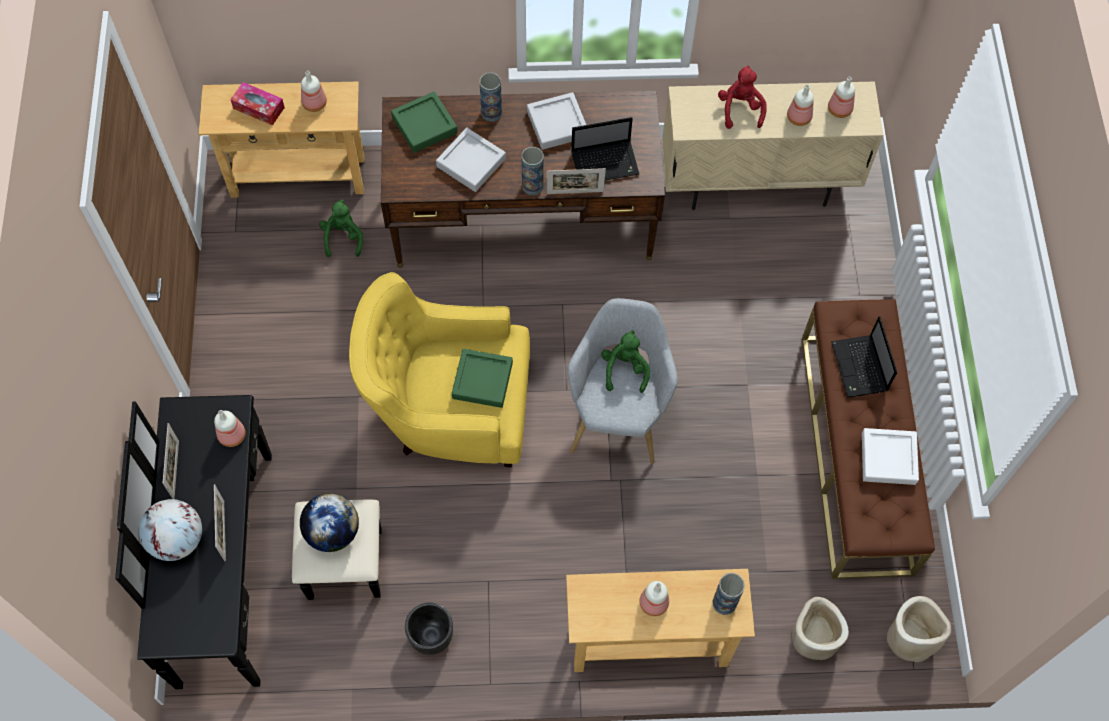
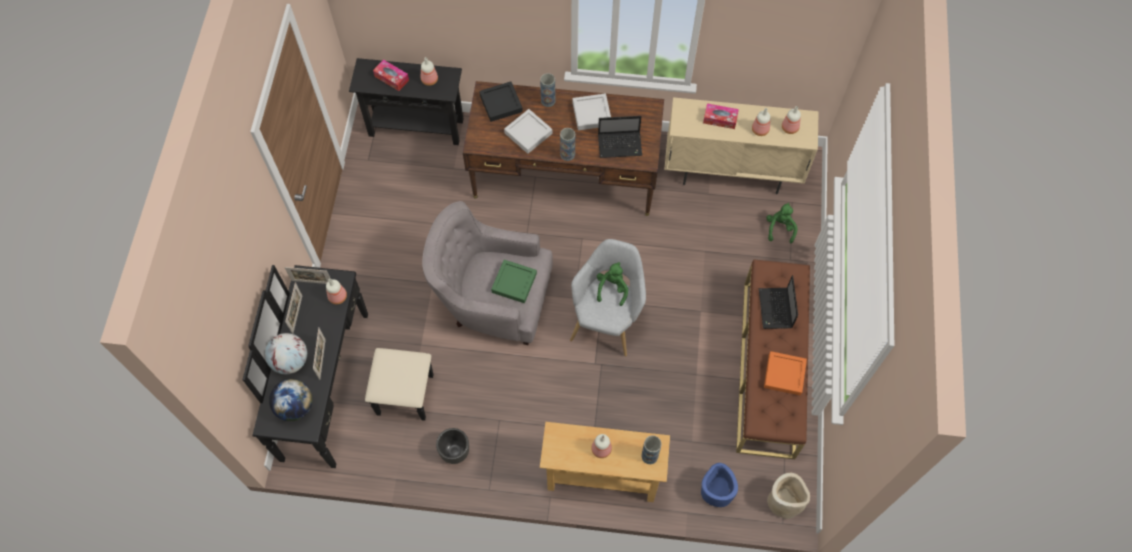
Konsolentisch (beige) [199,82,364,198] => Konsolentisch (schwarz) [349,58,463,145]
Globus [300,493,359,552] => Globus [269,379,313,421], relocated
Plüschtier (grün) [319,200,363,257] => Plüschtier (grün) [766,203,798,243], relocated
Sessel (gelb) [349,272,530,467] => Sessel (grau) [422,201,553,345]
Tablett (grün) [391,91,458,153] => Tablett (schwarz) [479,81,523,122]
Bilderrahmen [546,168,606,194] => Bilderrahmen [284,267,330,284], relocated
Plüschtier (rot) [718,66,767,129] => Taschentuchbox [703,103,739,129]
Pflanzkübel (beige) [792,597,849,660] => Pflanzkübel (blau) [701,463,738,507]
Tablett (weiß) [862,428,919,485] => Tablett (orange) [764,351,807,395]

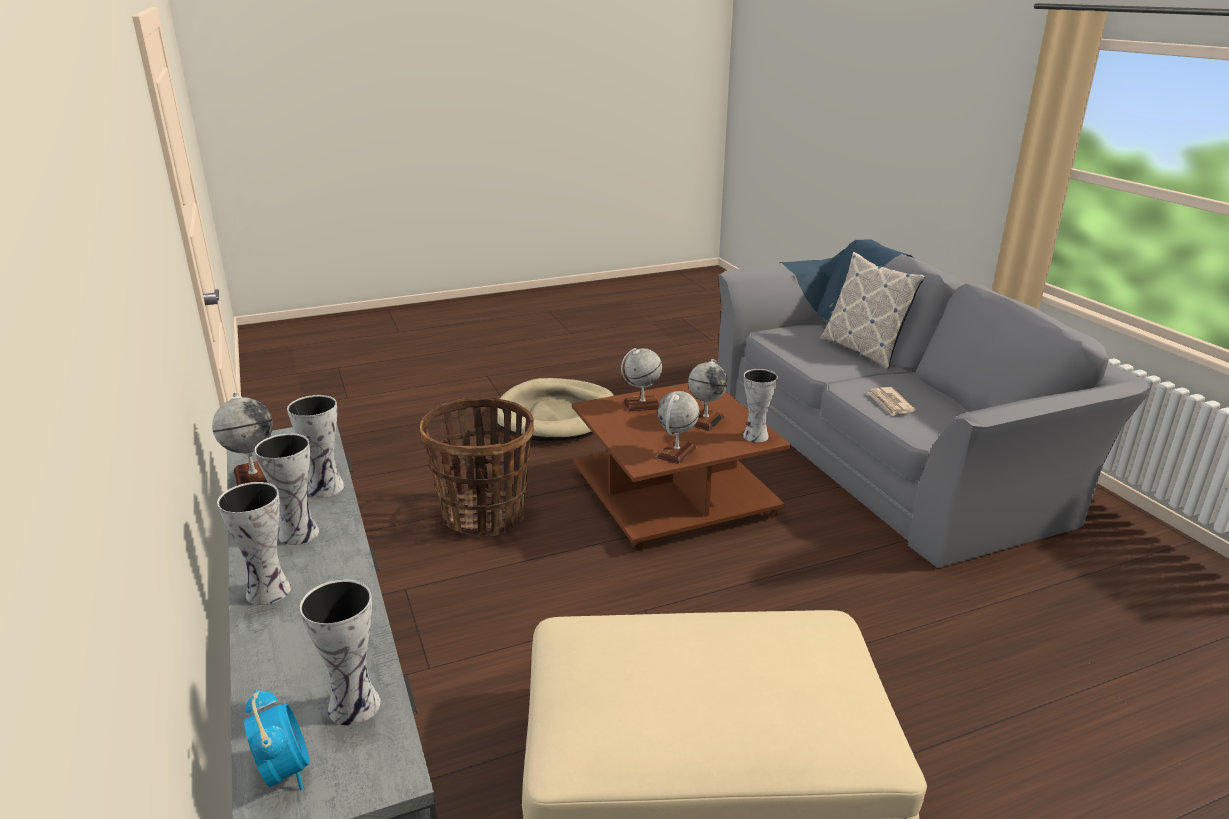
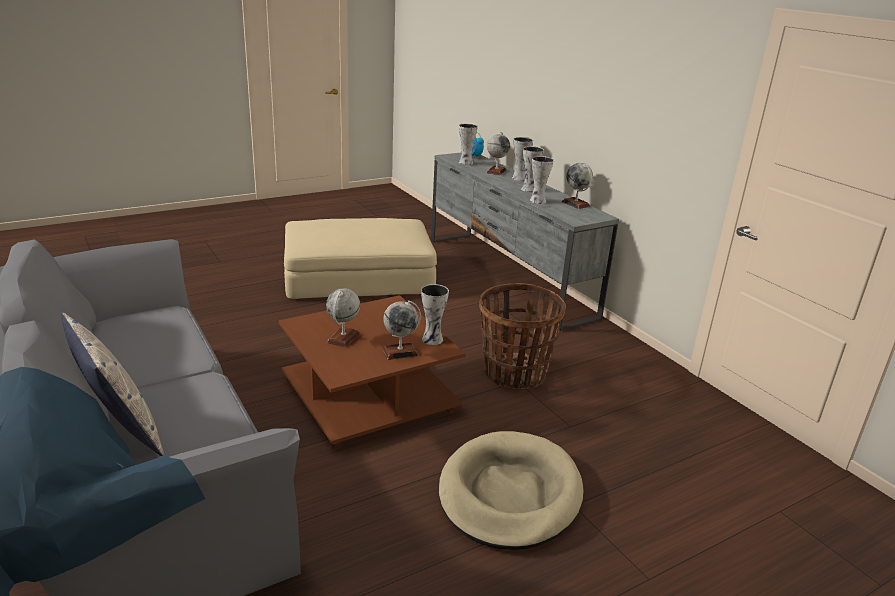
Globus [656,391,699,464] => Globus [487,132,510,175], relocated
Vase [743,369,778,442] => Vase [421,284,449,345], relocated
Zeitung [867,387,916,416] => nothing

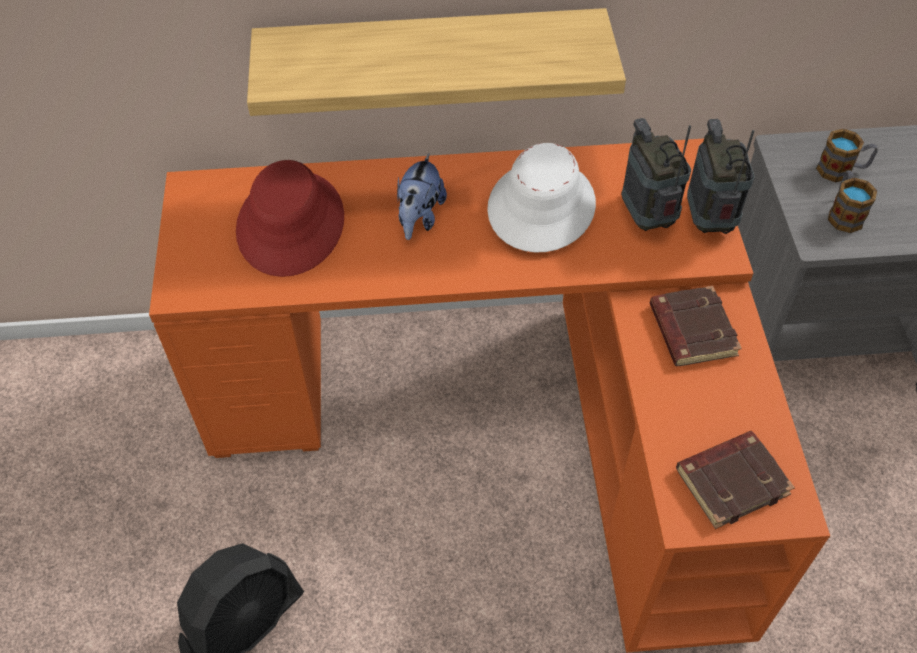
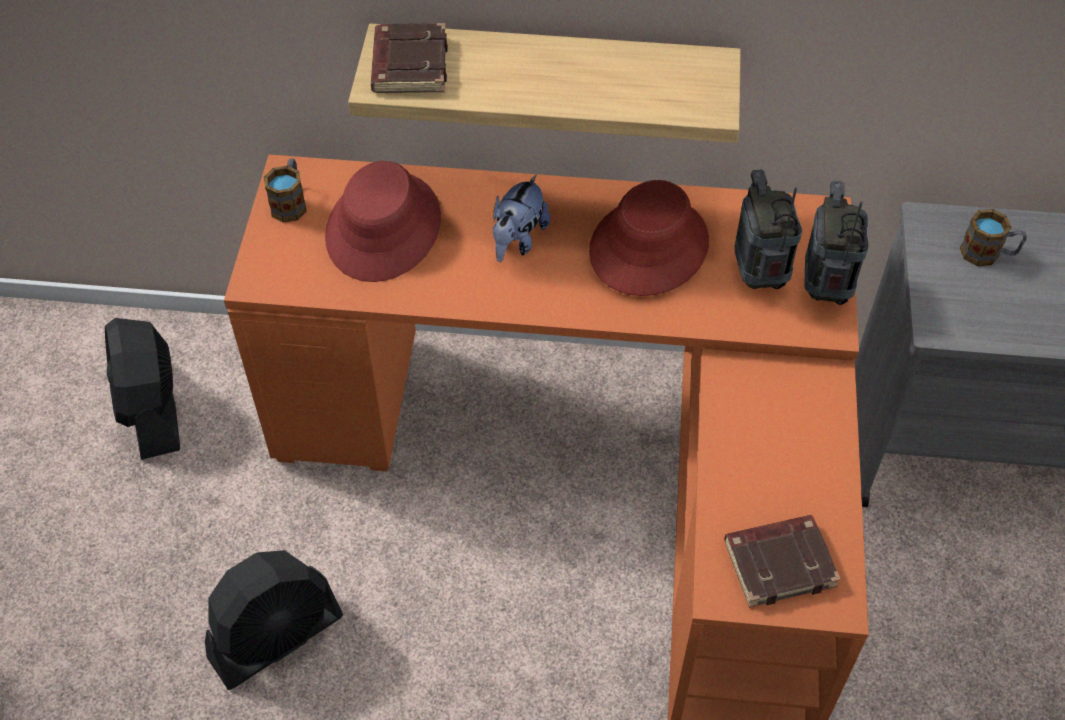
Hut (weiß) [487,143,596,253] => Hut (rot) [589,180,709,296]
Buch (braun) [650,286,742,366] => Buch (braun) [371,23,448,93], relocated
Henkelbecher [828,170,877,233] => Henkelbecher [264,158,307,223], relocated
nothing => Ventilator (schwarz) [105,318,180,460]

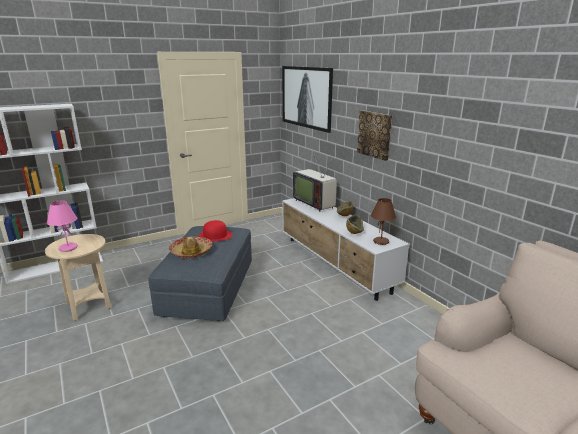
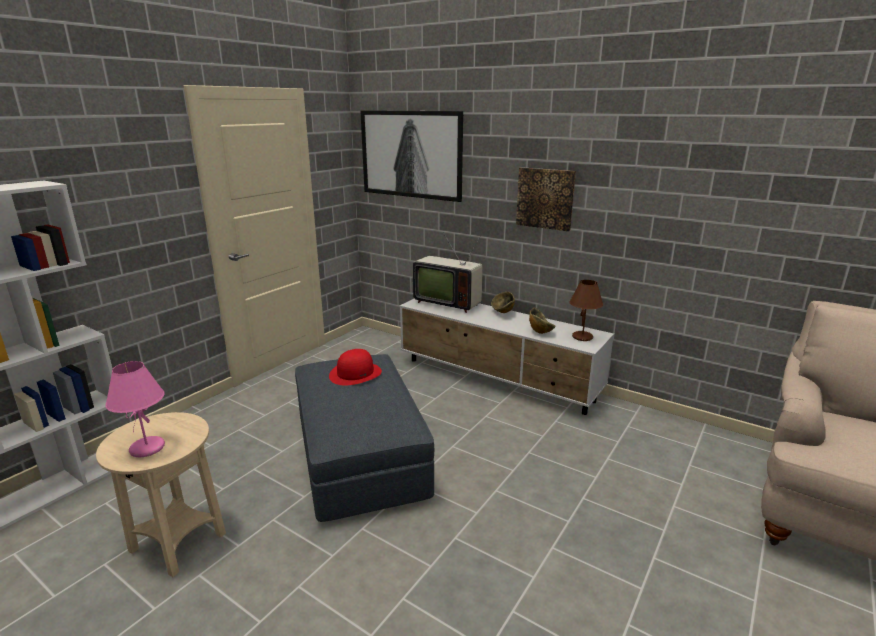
Hut [169,237,212,258] => nothing

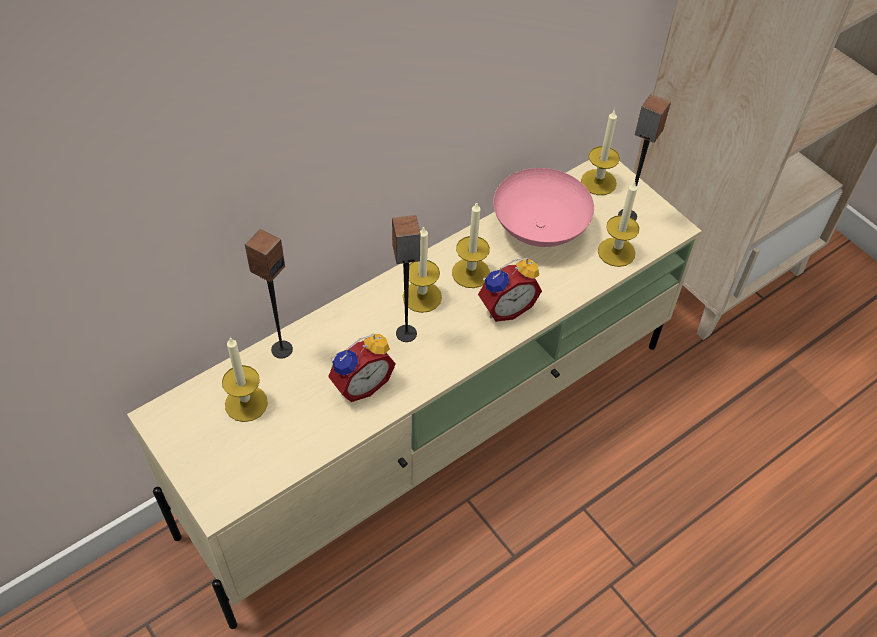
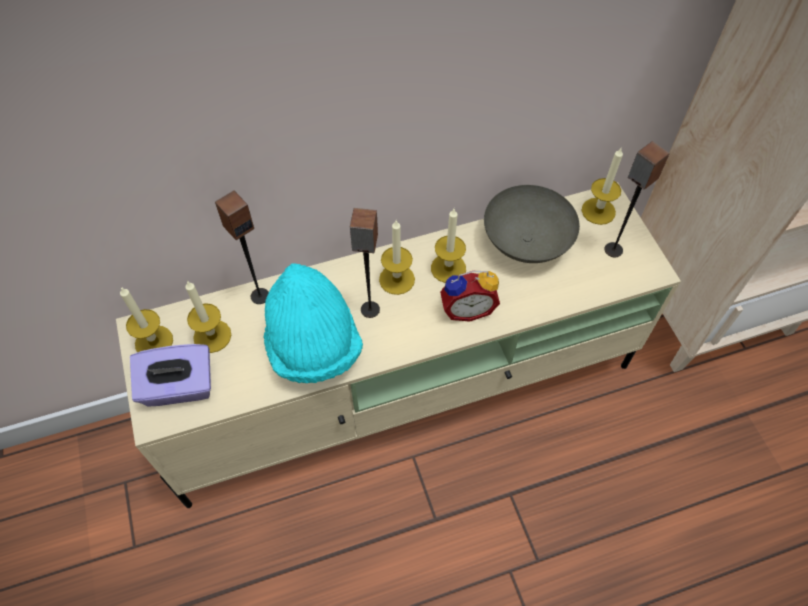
Wecker [328,334,396,402] => Hut (türkis) [264,264,363,383]
Schüssel (rosa) [493,168,594,247] => Schüssel (grau) [484,185,580,263]
Kerze [598,181,639,267] => Kerze [120,287,173,352], relocated
nothing => Taschentuchbox (lila) [130,344,211,406]

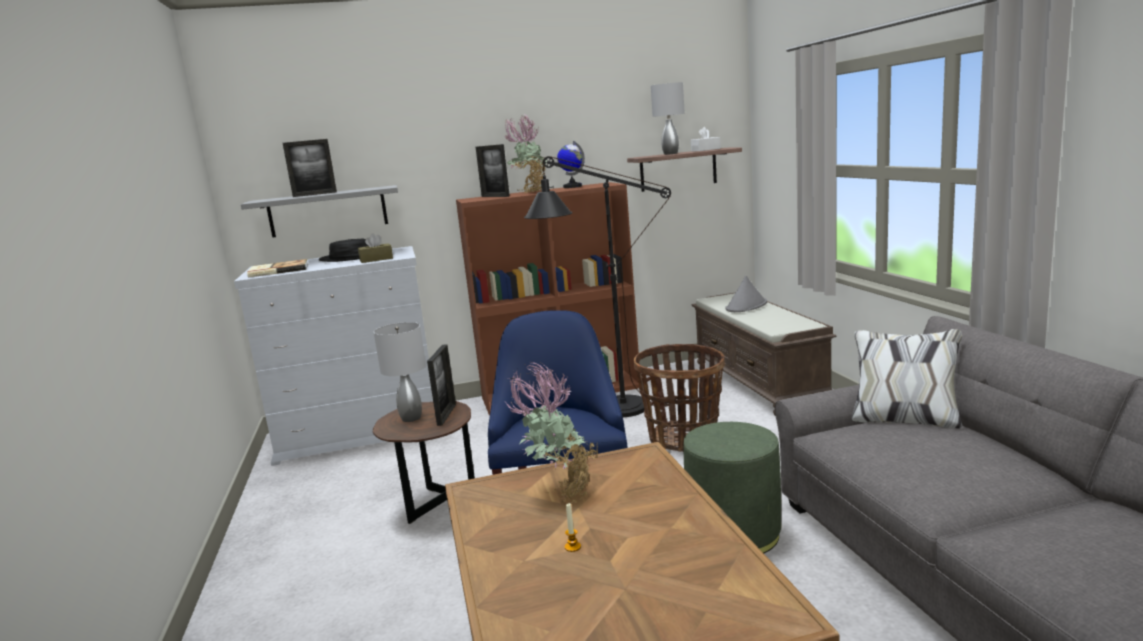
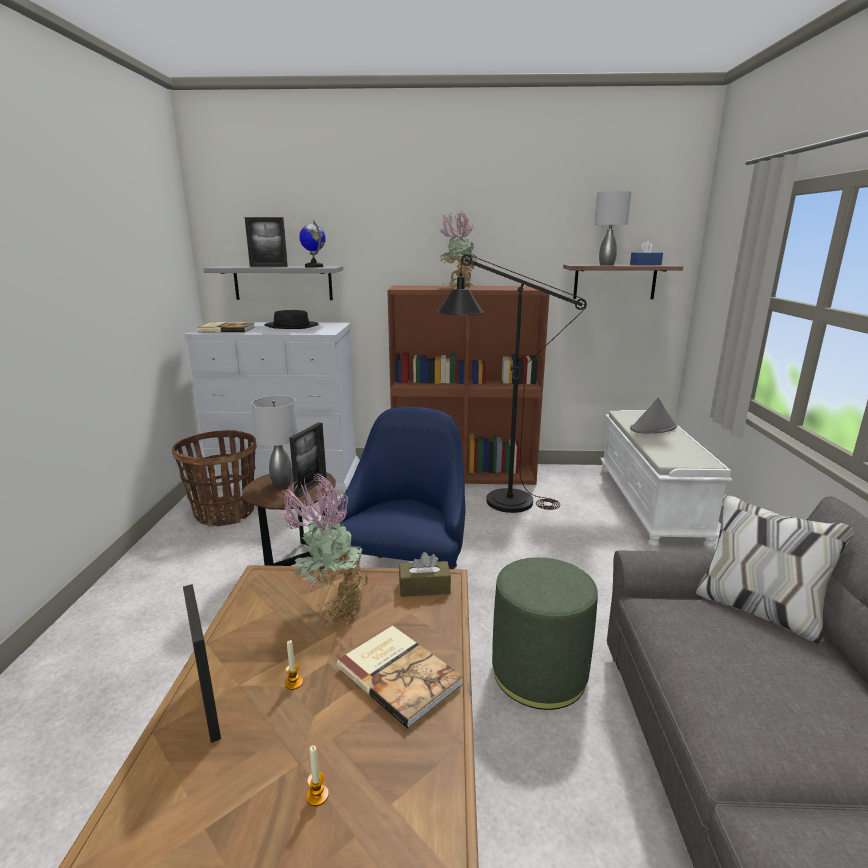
Taschentuchbox (braun) [358,233,393,263] => Taschentuchbox (braun) [399,552,451,597], relocated
Bilderrahmen [476,144,510,197] => Bilderrahmen [183,584,221,743], relocated
Globus [557,141,585,188] => Globus [299,220,326,267], relocated
Korb [634,344,725,452] => Korb [172,430,257,526], relocated
Taschentuchbox (weiß) [691,127,721,152] => Taschentuchbox (blau) [630,241,663,265]
Bank (braun) [691,292,836,416] => Bank (weiß) [600,410,733,549]
nothing => Kerze [306,745,329,806]
nothing => Buch [337,626,463,729]

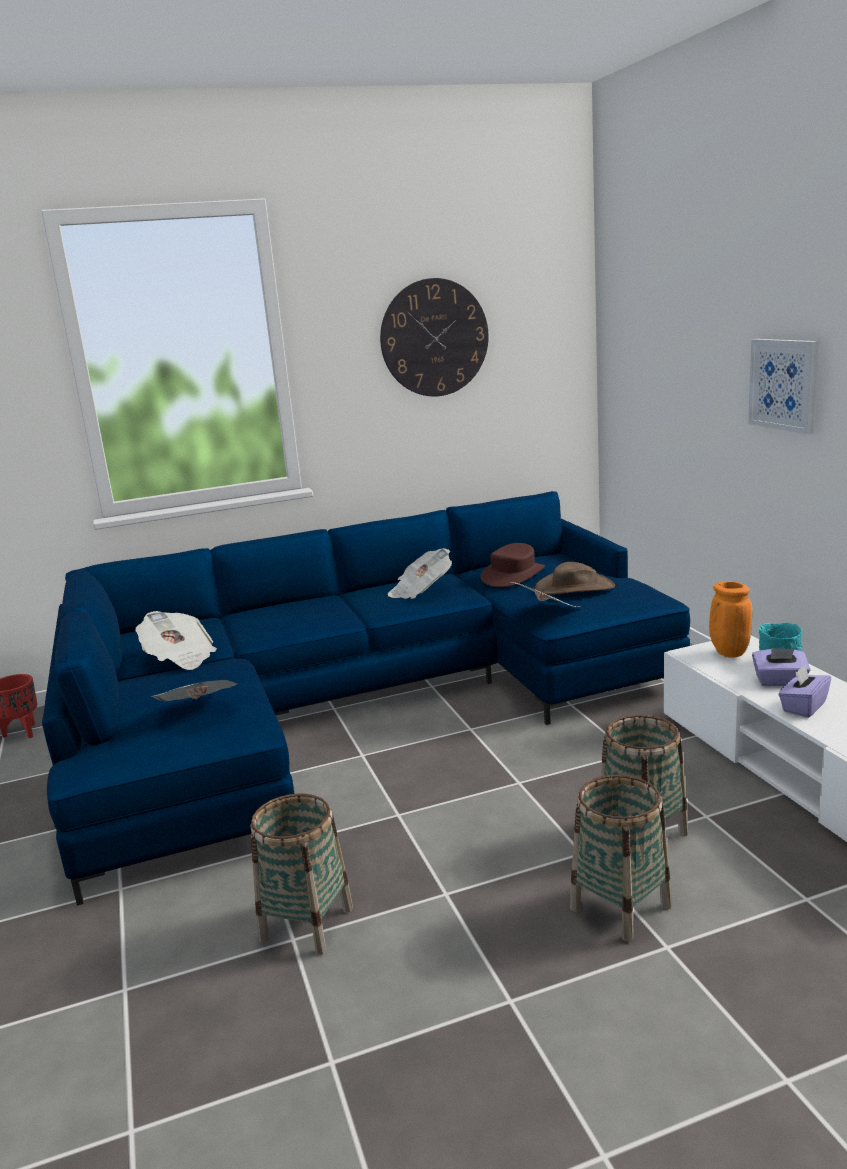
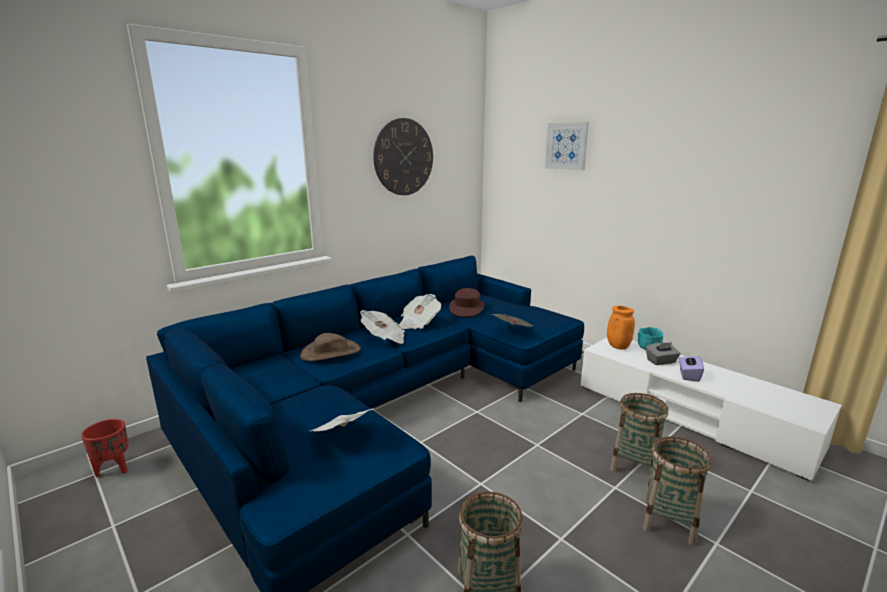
Zeitung [135,611,217,670] => Zeitung [360,310,405,344], relocated
Hut (braun) [534,562,615,595] => Hut (braun) [300,333,361,361], relocated
Bild [748,339,818,434] => Bild [545,122,589,170], relocated
Taschentuchbox (lila) [752,648,810,686] => Taschentuchbox (grau) [646,342,680,365]

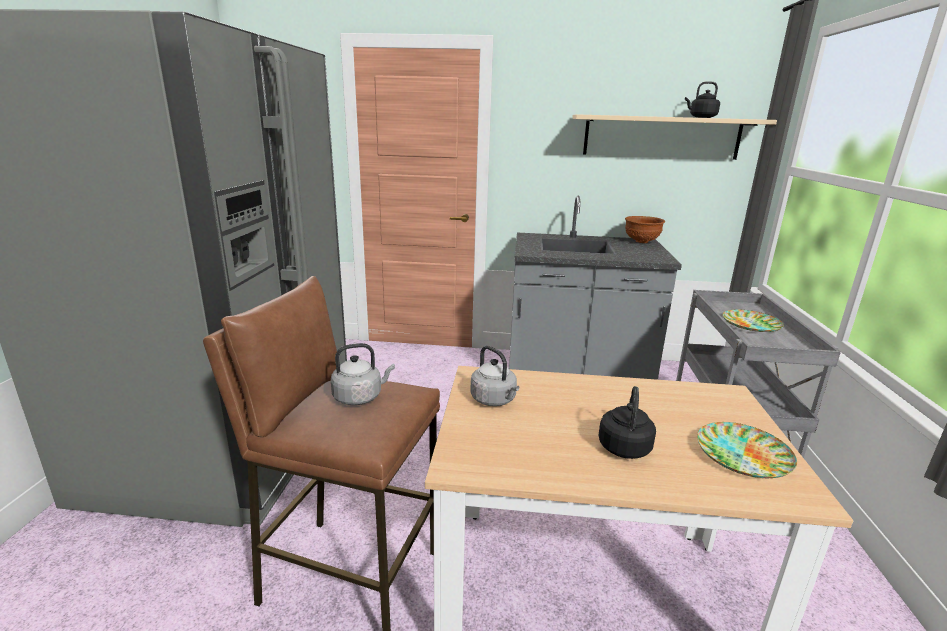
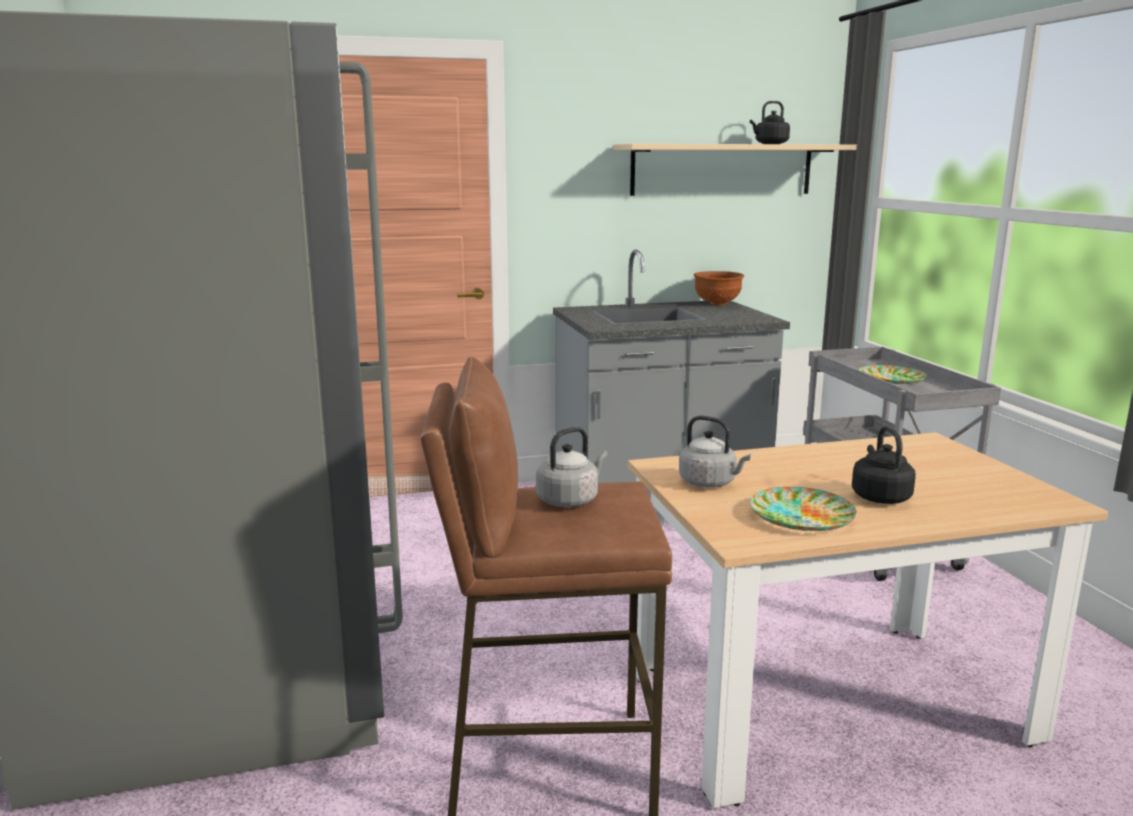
Teller [697,422,797,478] => Teller [750,487,857,531], relocated

